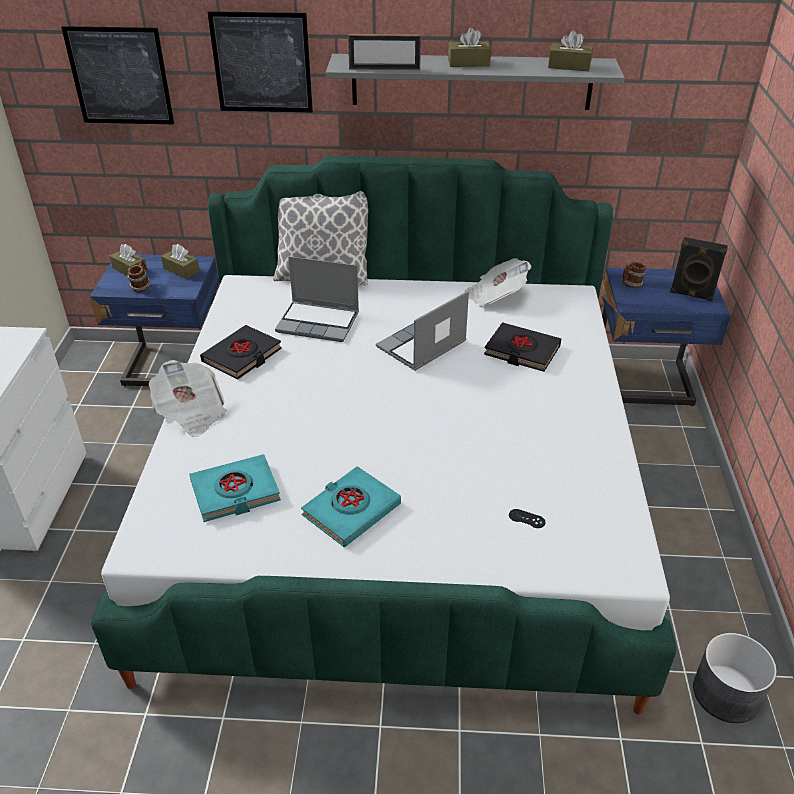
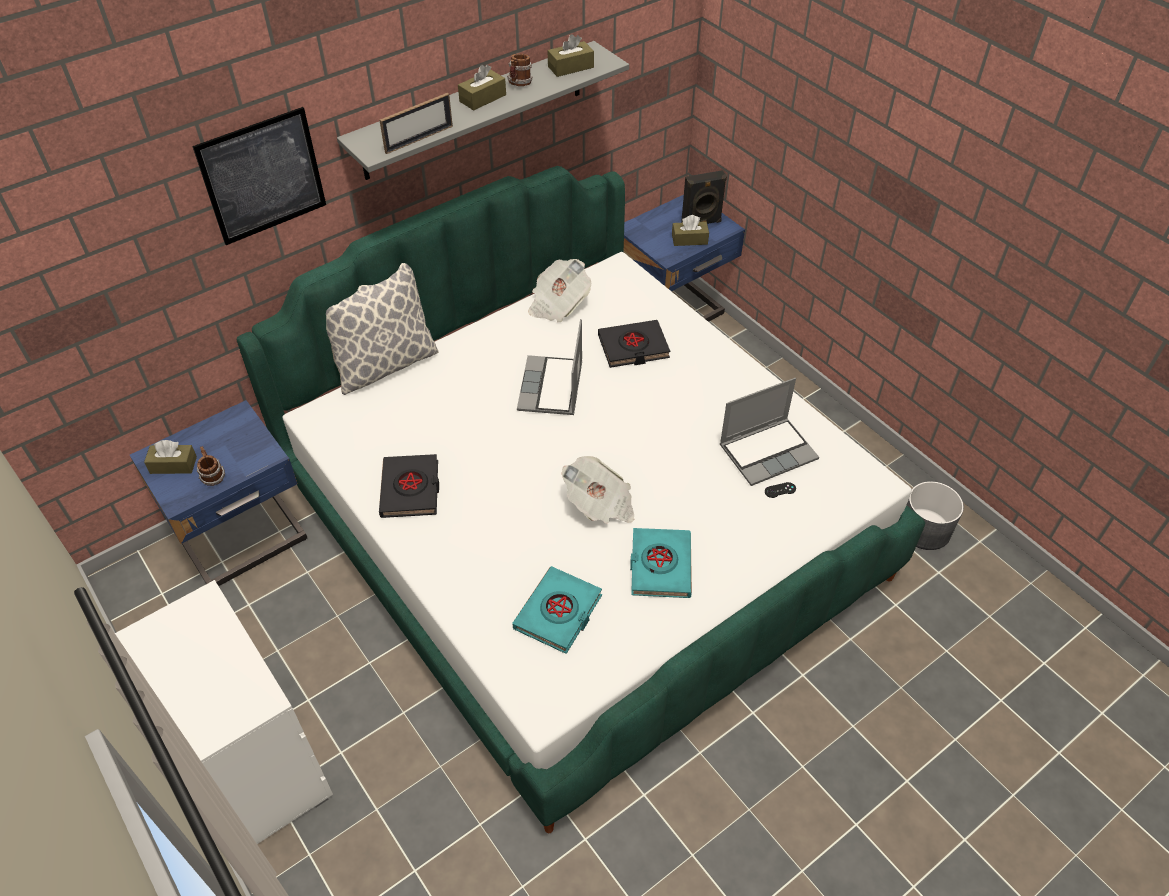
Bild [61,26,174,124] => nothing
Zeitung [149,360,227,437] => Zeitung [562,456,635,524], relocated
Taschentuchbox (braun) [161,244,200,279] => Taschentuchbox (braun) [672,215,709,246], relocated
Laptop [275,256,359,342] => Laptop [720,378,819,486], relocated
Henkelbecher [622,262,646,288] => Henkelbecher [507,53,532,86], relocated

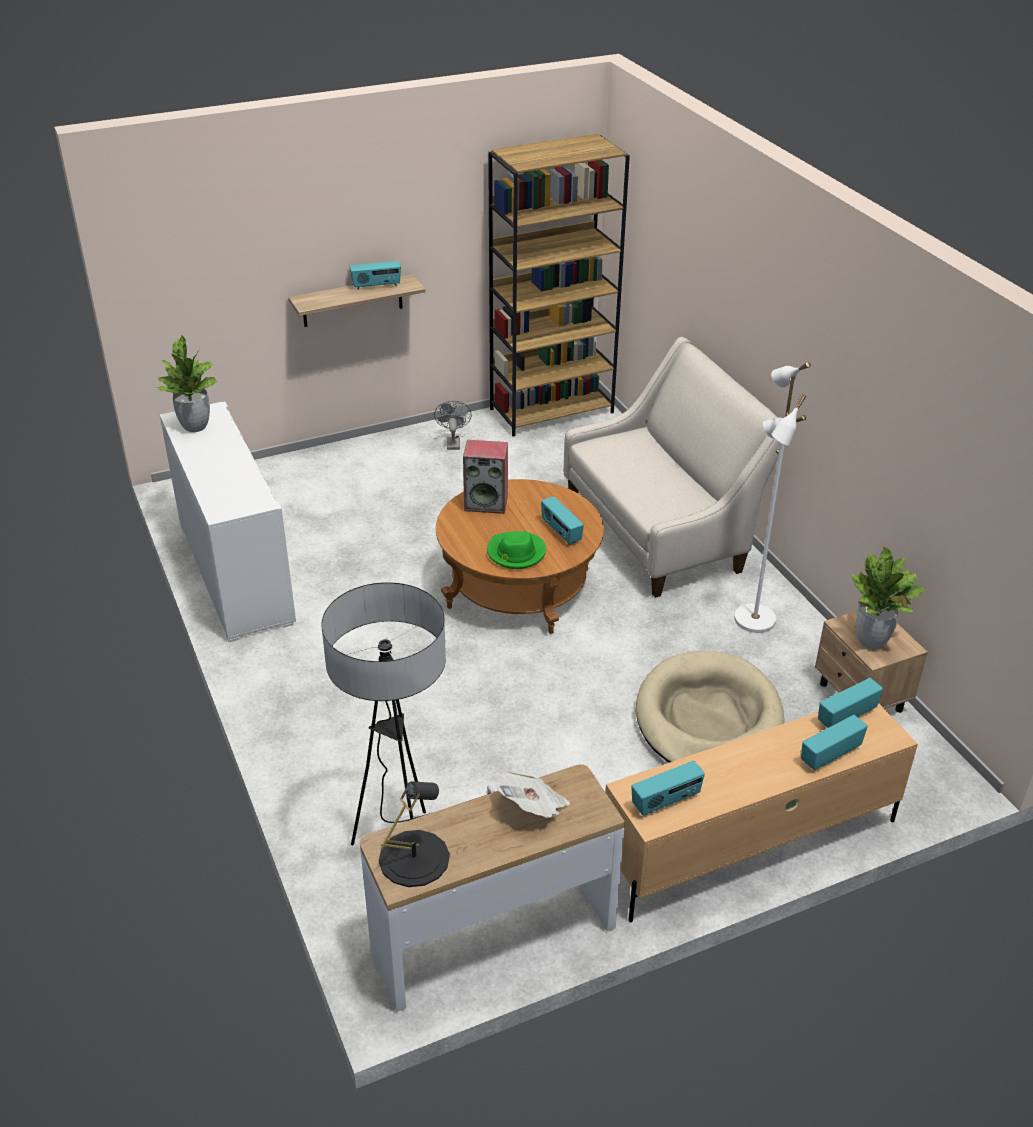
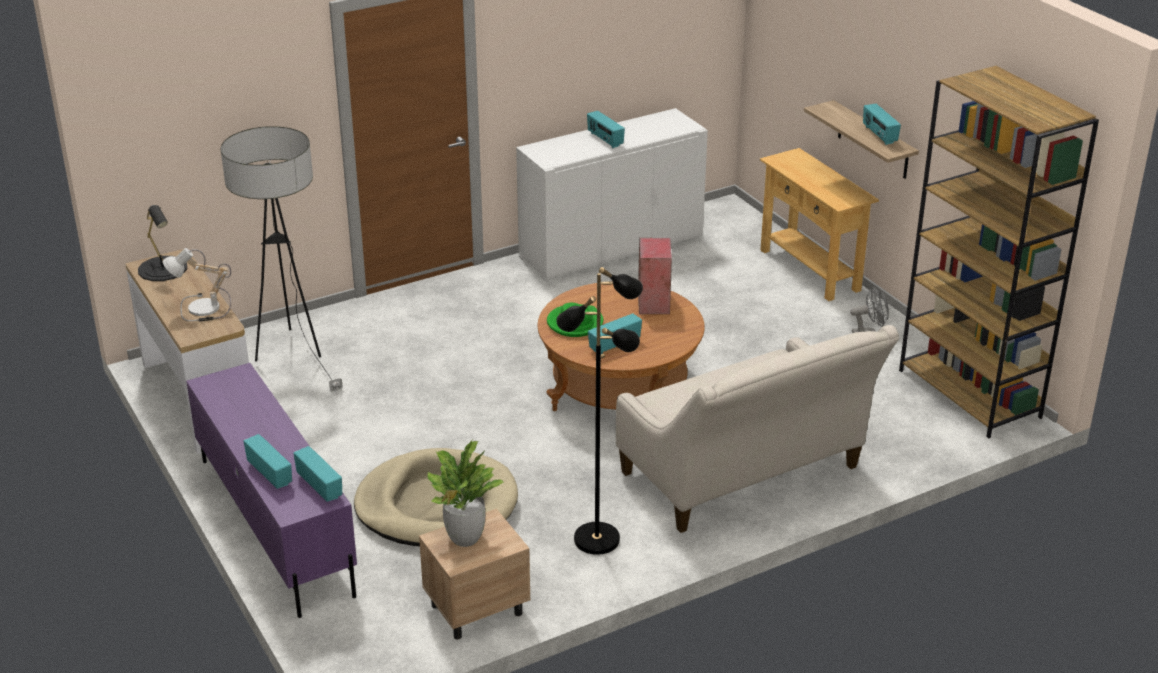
Topfpflanze [156,335,217,432] => nothing
Zeitung [497,771,570,818] => Tischlampe [163,248,231,322]
Fernsehschrank (beige) [605,703,918,922] => Fernsehschrank (lila) [186,363,357,618]
Radio [631,761,705,816] => Radio [587,111,625,148], relocated
Stehlampe (weiß) [734,362,811,633] => Stehlampe (schwarz) [556,267,643,555]
nothing => Konsolentisch (beige) [760,148,879,301]

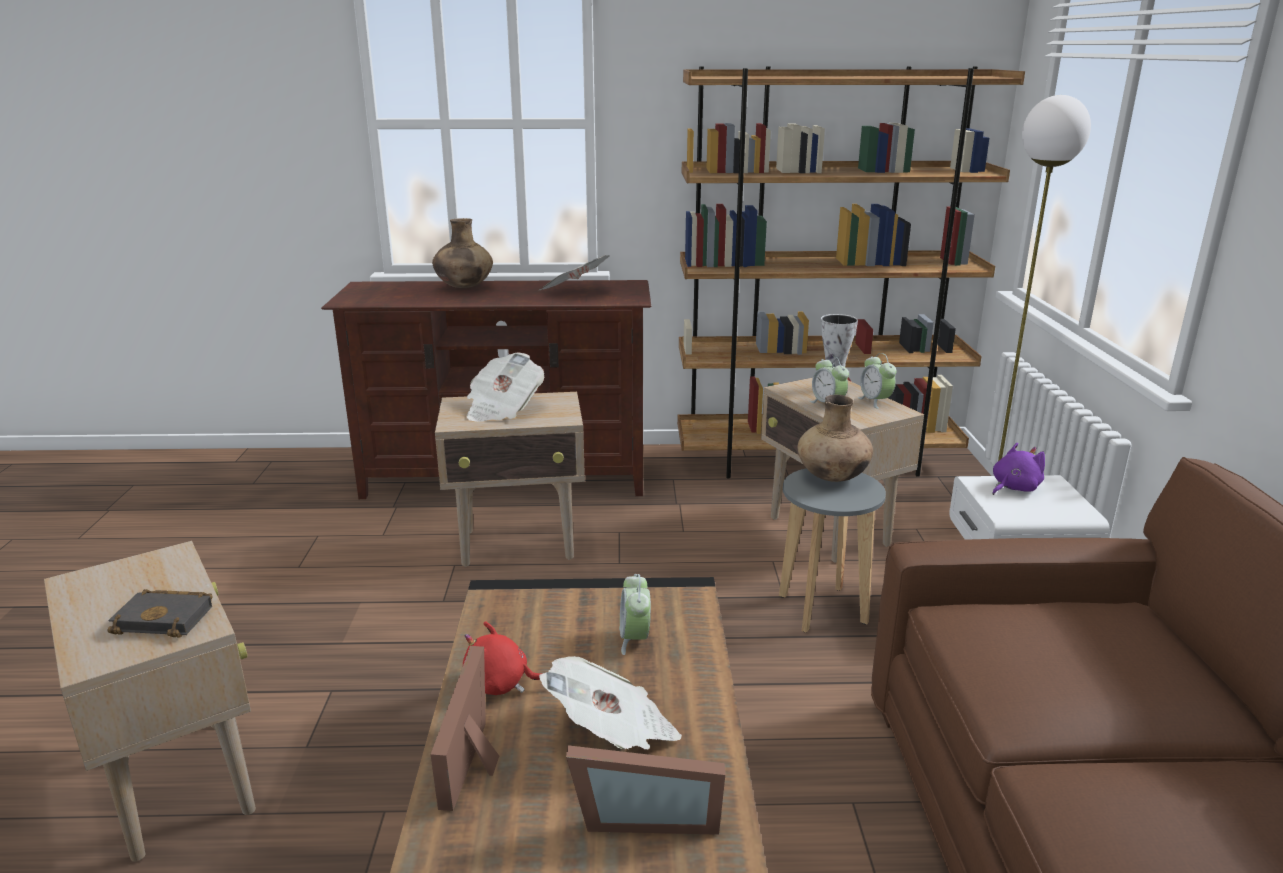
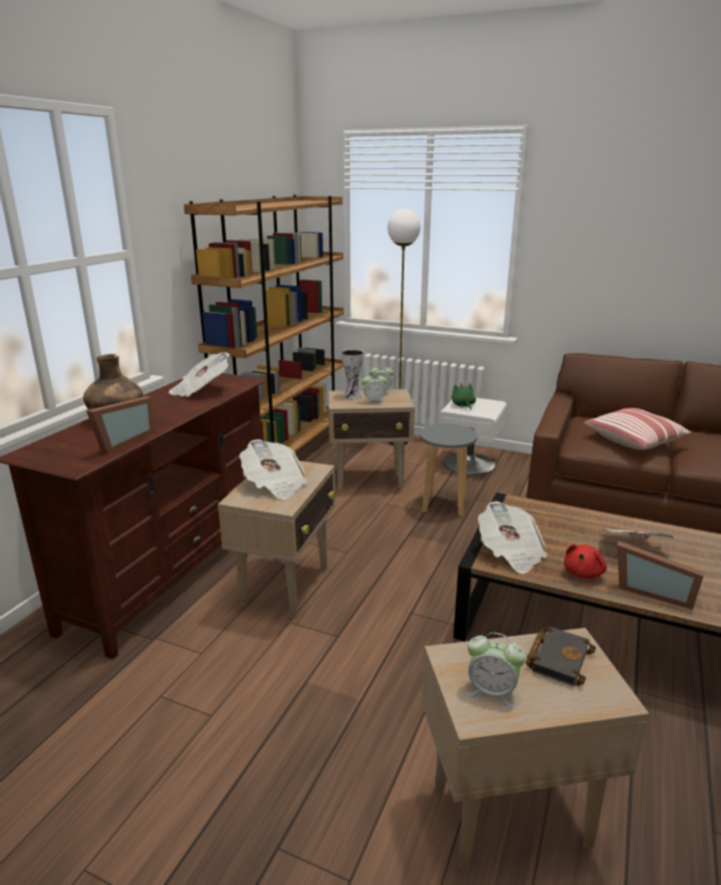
Bilderrahmen [566,745,725,835] => Bilderrahmen [86,396,155,454], relocated
Wecker [619,574,651,655] => Wecker [466,632,526,708], relocated
Vase (braun) [797,395,873,482] => nothing
Plüschtier (lila) [993,443,1045,495] => Plüschtier (grün) [452,383,476,410]
nothing => Zeitung [478,501,548,574]
nothing => Kissen [584,408,693,450]

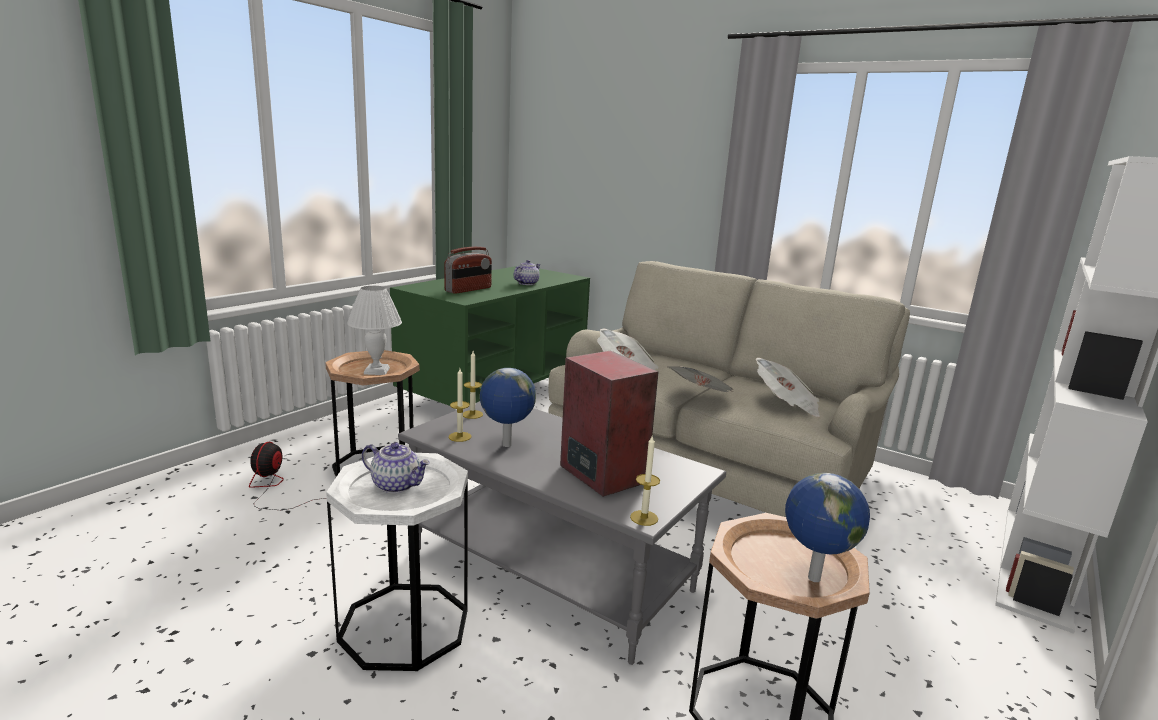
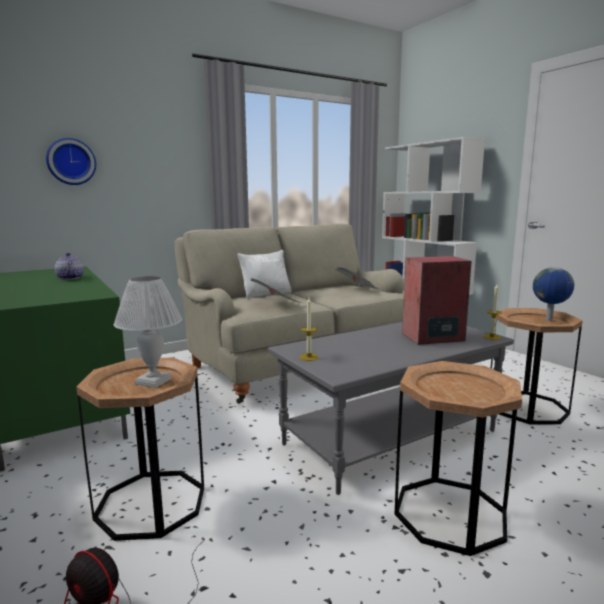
Beistelltisch (weiß) [326,453,468,671] => Beistelltisch (braun) [395,361,522,556]
Teekanne [362,442,430,493] => nothing
Radio [444,247,492,294] => nothing
Kerze [449,369,471,442] => nothing
Globus [480,368,536,447] => nothing
Zeitung [666,366,733,392] => nothing
nothing => Wanduhr [46,138,96,185]
nothing => Kissen (weiß) [237,250,292,298]

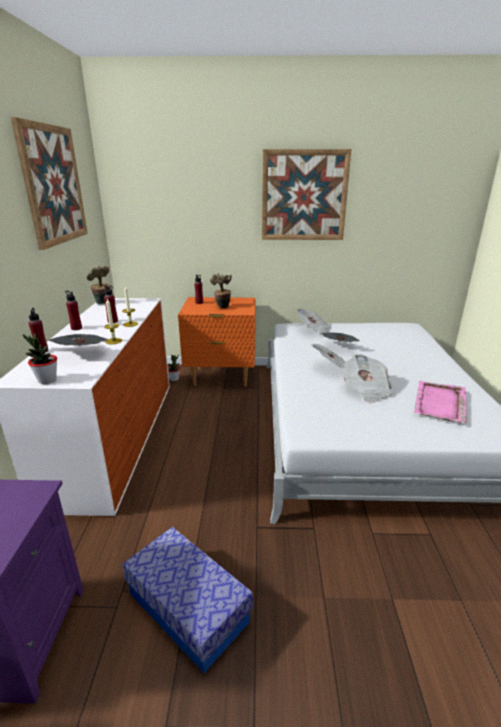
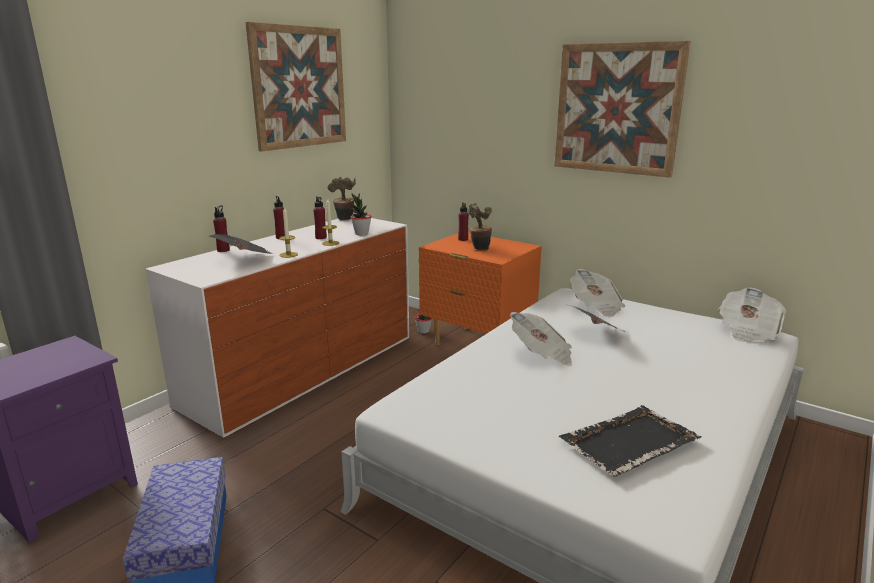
Topfpflanze [23,333,57,384] => Topfpflanze [351,193,372,235], relocated
Zeitung [344,354,392,404] => Zeitung [719,287,786,342], relocated
Tablett (rosa) [414,381,467,423] => Tablett (schwarz) [559,405,702,477]

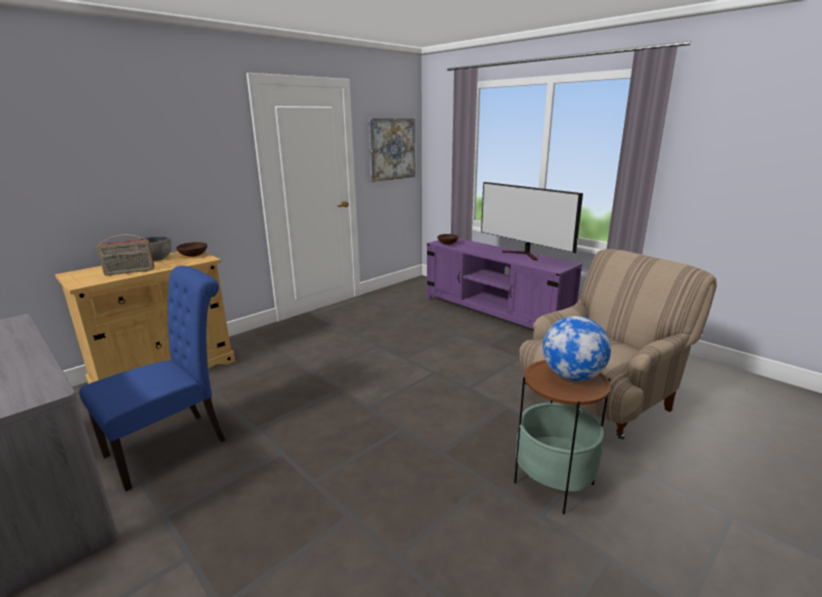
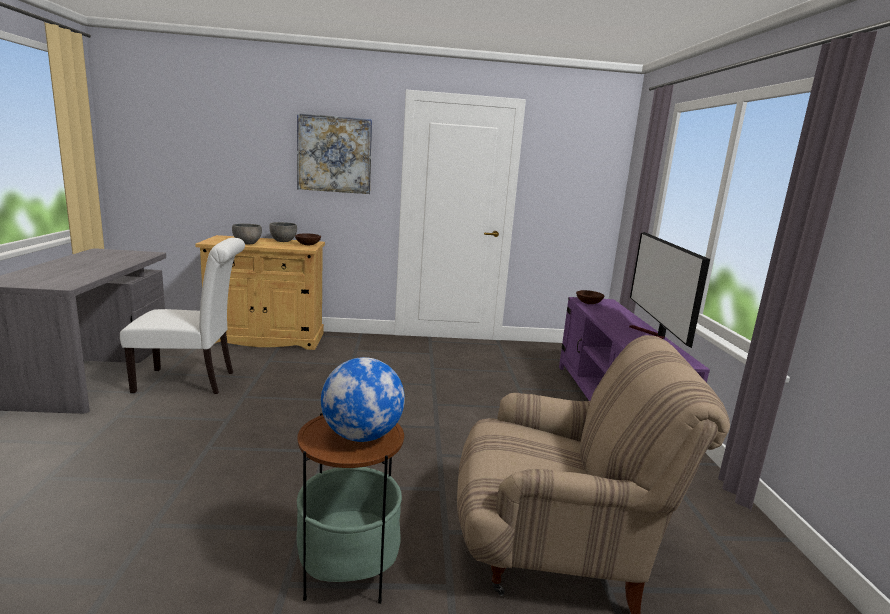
Stuhl (blau) [79,266,225,491] => Stuhl (weiß) [120,238,245,394]
Radio [97,235,154,276] => Schüssel (grau) [232,223,262,244]
Bild [368,118,415,182] => Bild [297,113,372,194], relocated

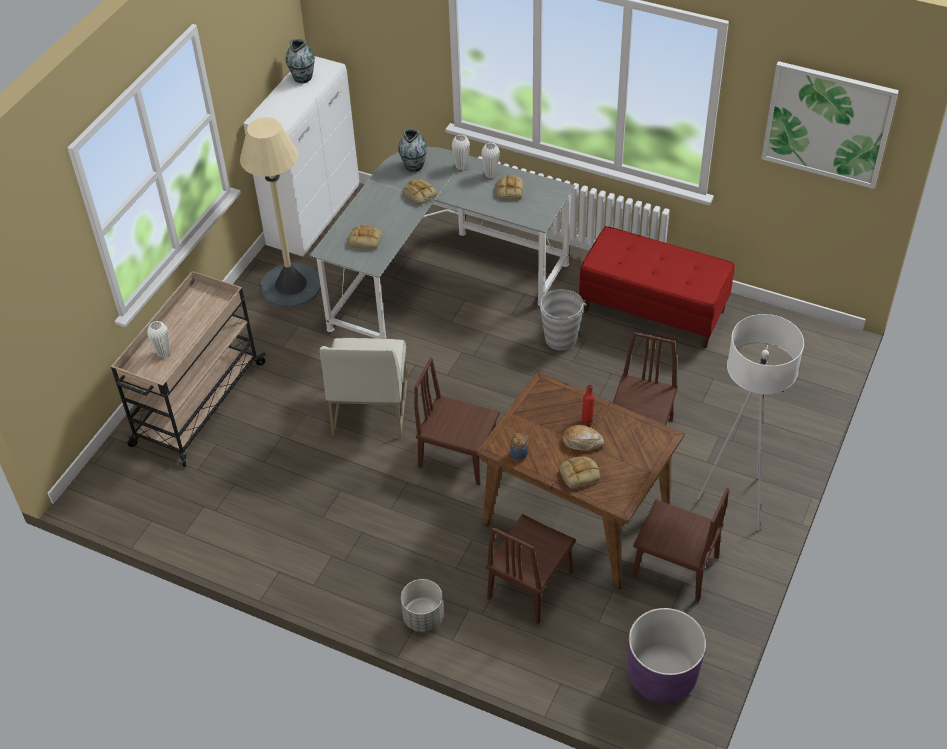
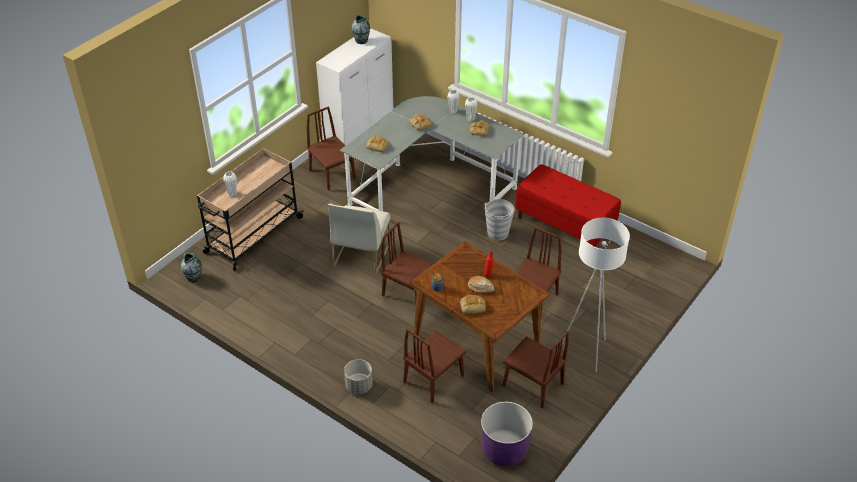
Stehlampe (beige) [240,117,321,308] => Stuhl (braun) [307,106,356,191]
Vase [398,129,427,172] => Vase [181,253,202,282], relocated
Bild [761,61,899,189] => nothing

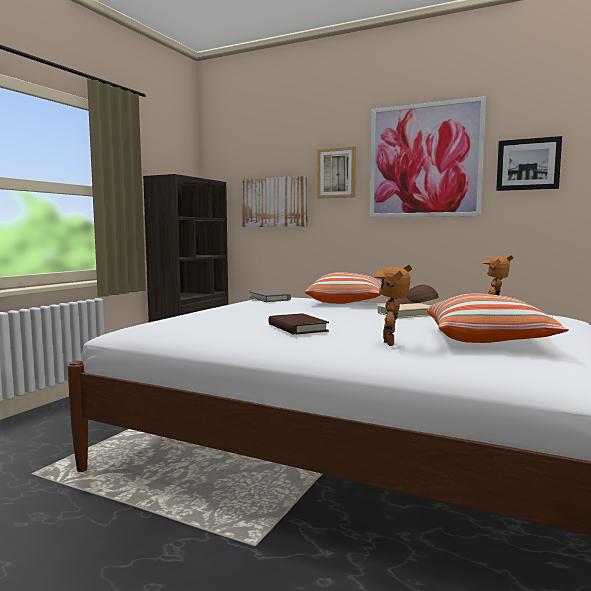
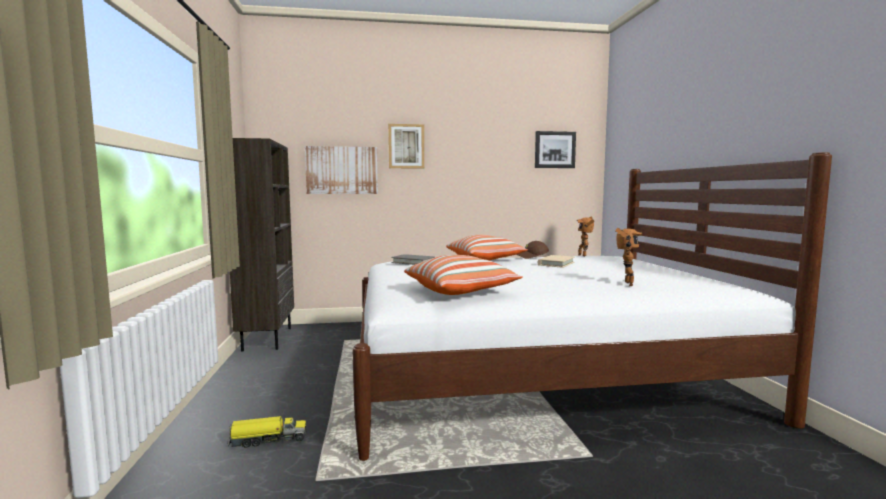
Buch (braun) [268,313,329,334] => nothing
Bild [370,96,486,218] => nothing
Spielzeugroboter [374,265,412,346] => Spielzeugroboter [615,228,643,286], 135 degrees counterclockwise
Kissen [427,293,569,343] => Kissen [404,255,523,295], relocated
nothing => Spielzeuglaster [227,416,306,447]

